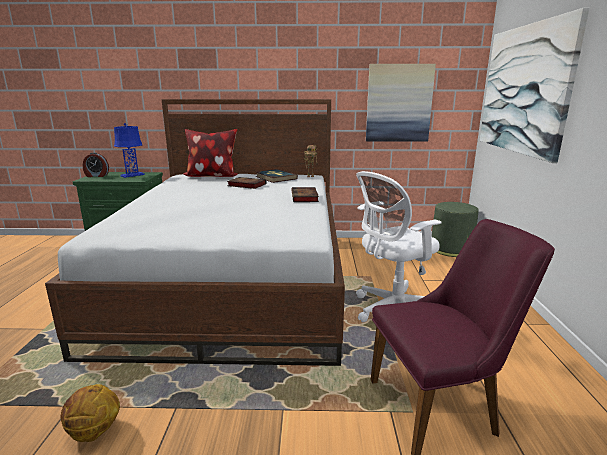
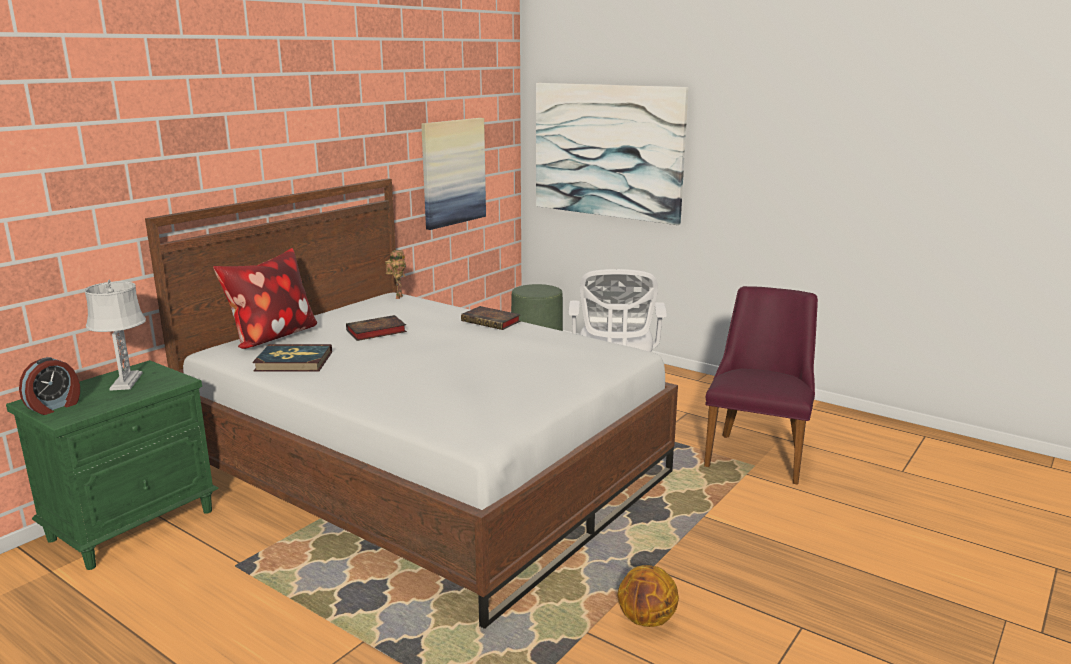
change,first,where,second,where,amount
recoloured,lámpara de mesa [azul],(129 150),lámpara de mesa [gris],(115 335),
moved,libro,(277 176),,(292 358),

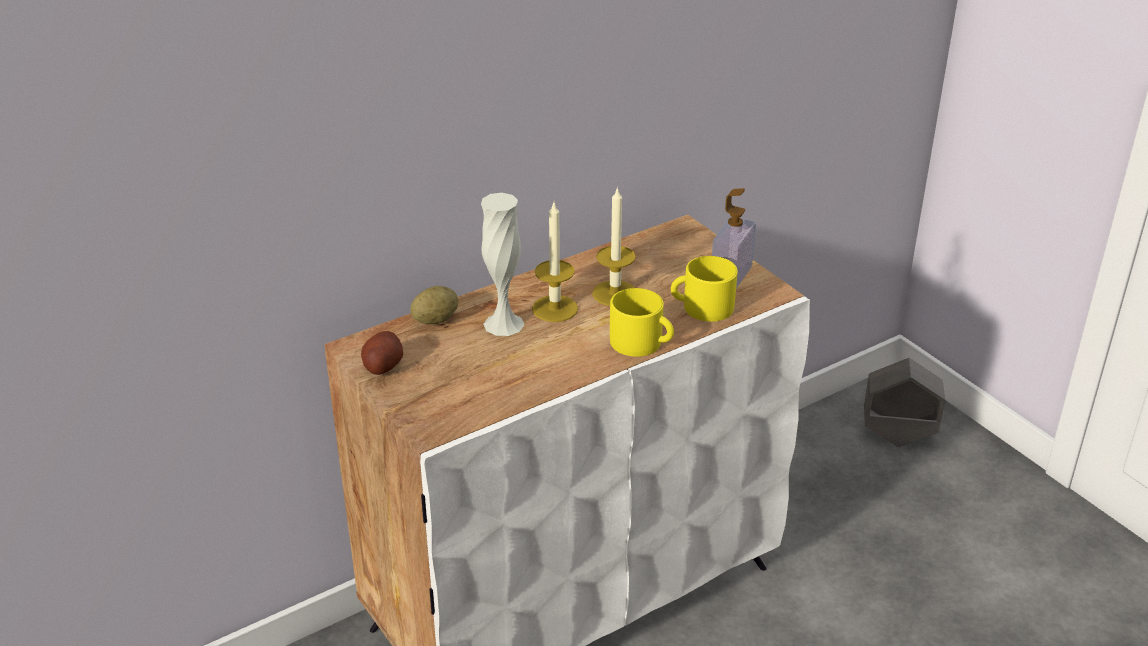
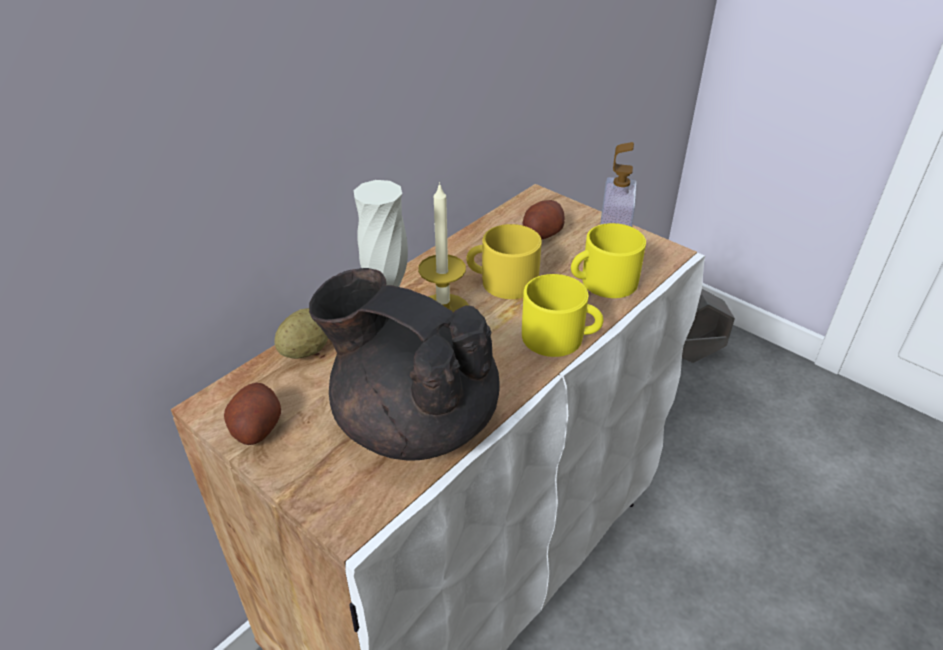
change,first,where,second,where,amount
replaced,vela,(614 246),taza grande [amarillo],(504 261),
added,,,tetera [negro],(404 364),
added,,,patata,(544 220),

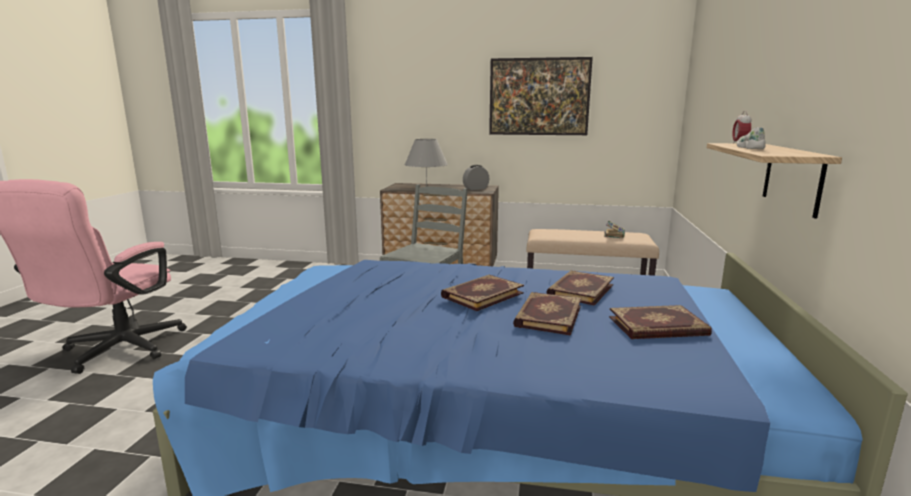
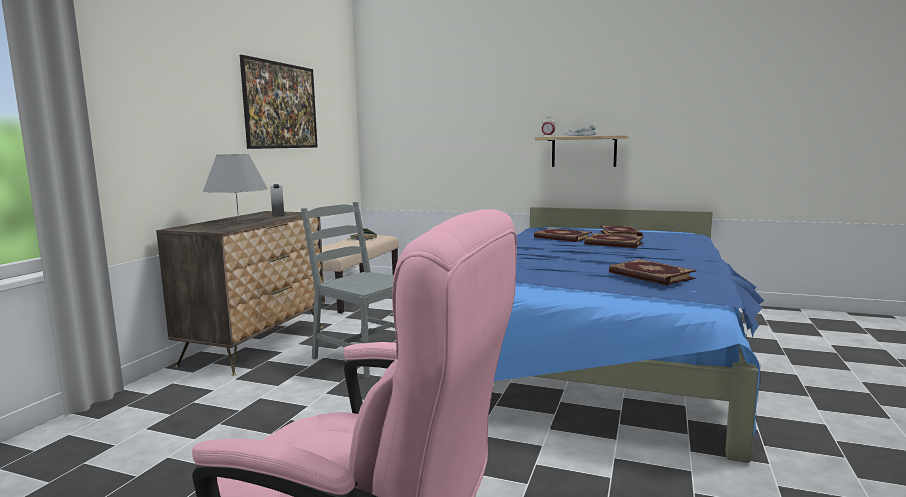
change,first,where,second,where,amount
moved,libro,(482 293),,(652 272),

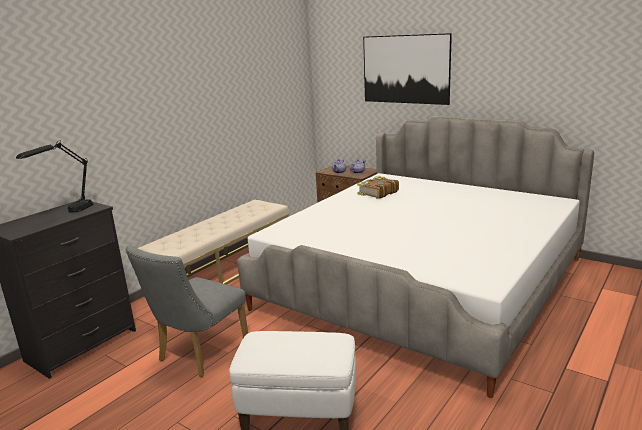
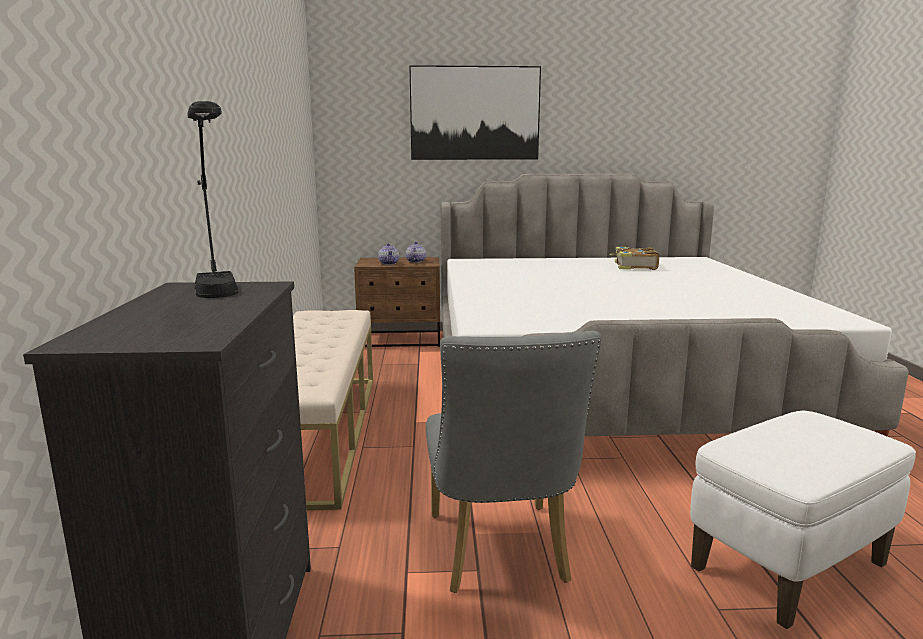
change,first,where,second,where,amount
moved,libro,(378 187),,(634 258),

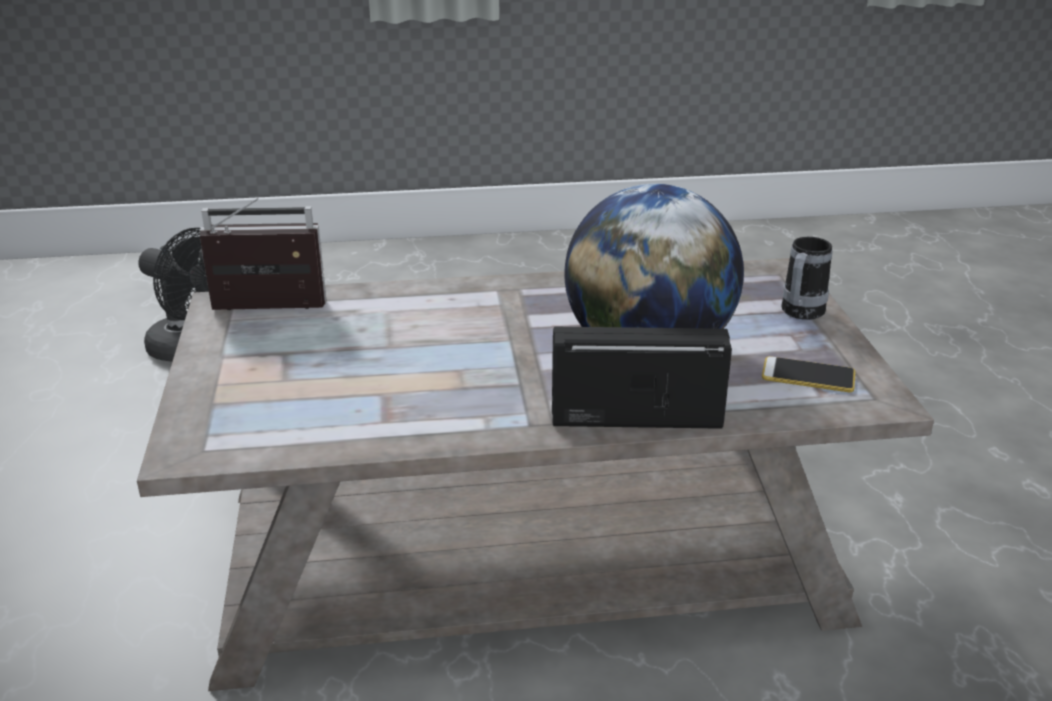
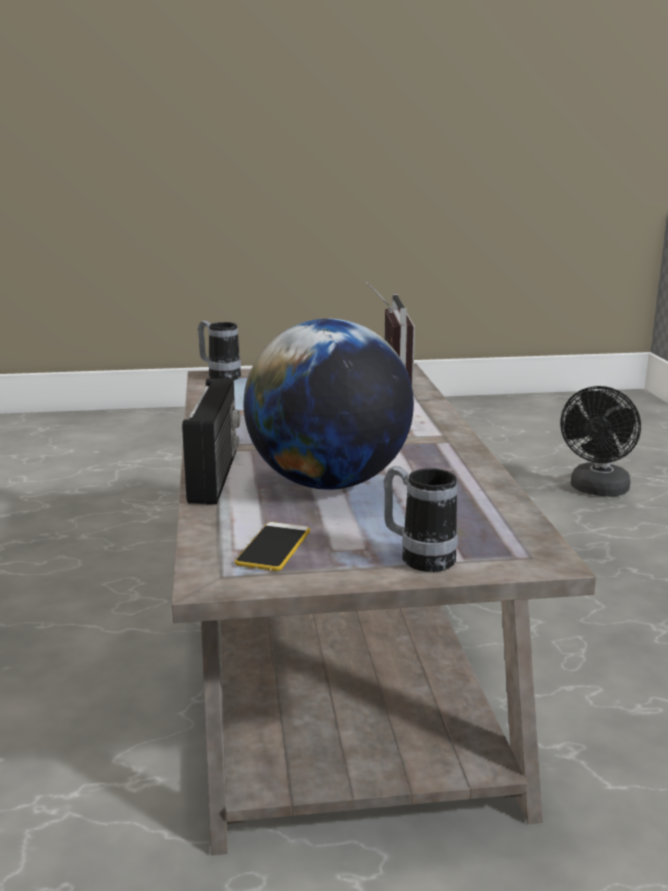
change,first,where,second,where,amount
added,,,taza grande,(219 350),

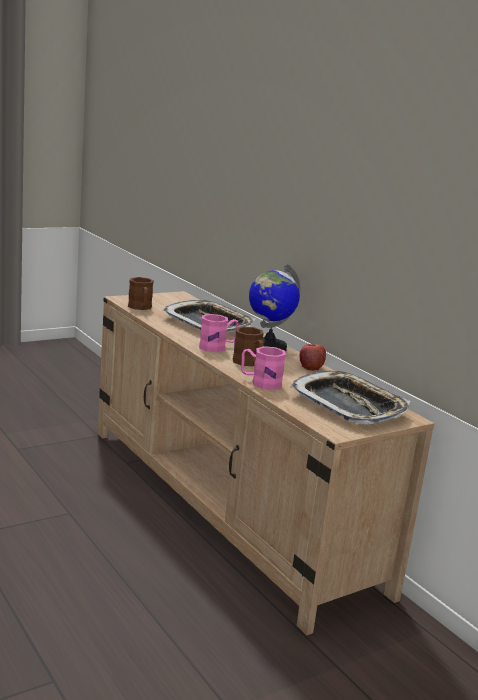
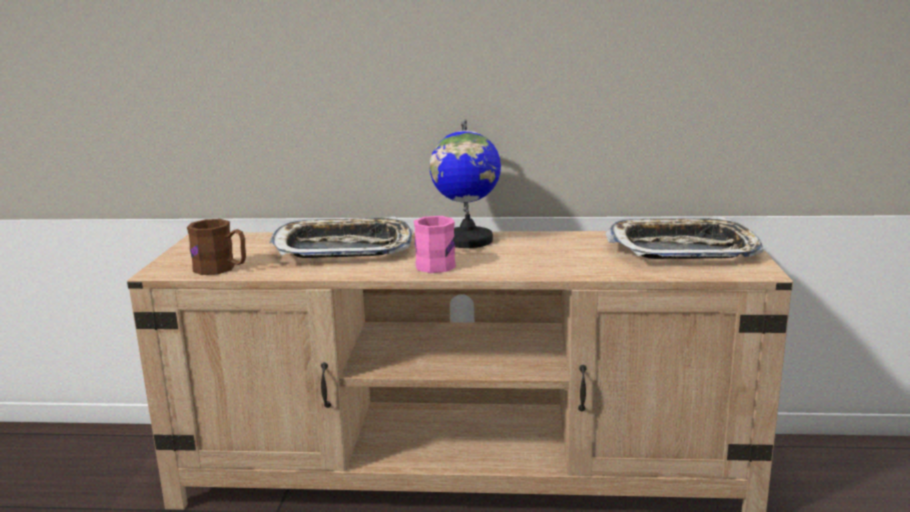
change,first,where,second,where,amount
removed,taza grande [marrón],(248 346),,,
removed,taza grande [rosa],(263 368),,,
removed,manzana,(312 357),,,

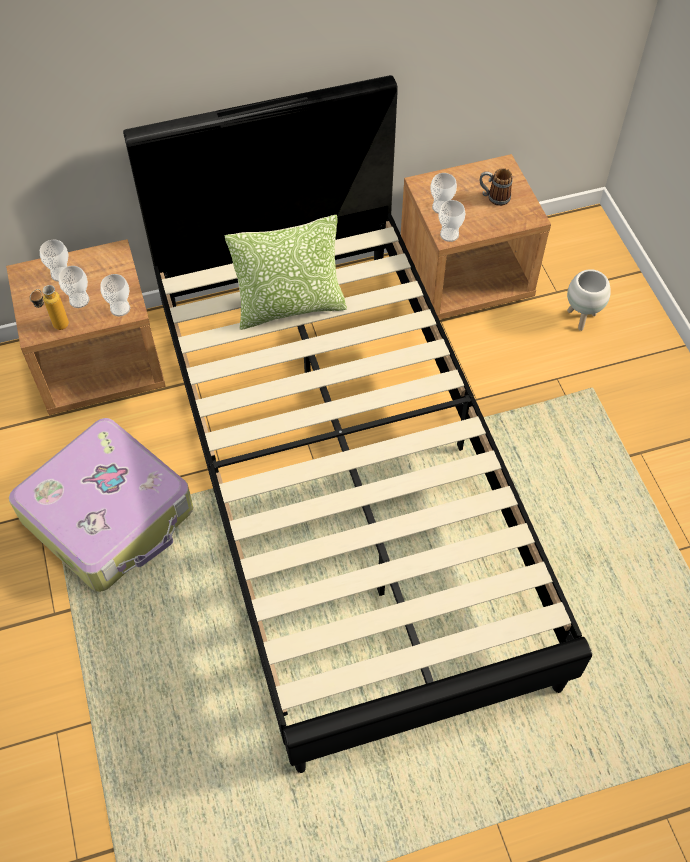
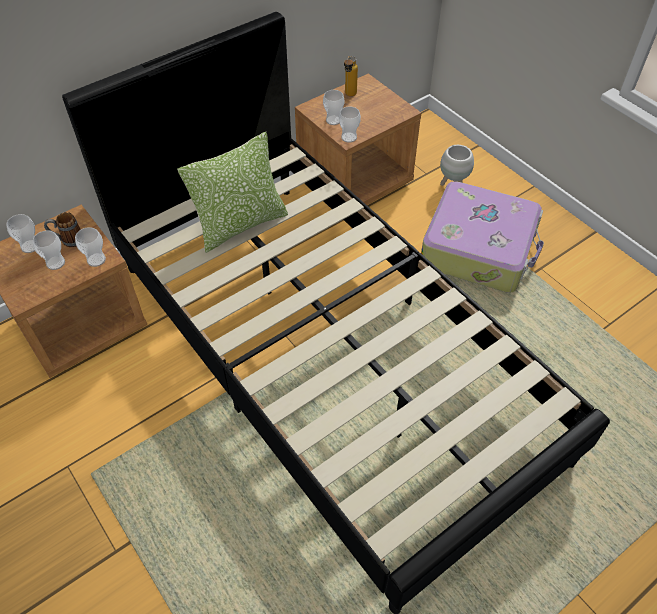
change,first,where,second,where,amount
moved,maleta,(101 505),,(482 237),
moved,botella,(49 307),,(351 76),
moved,taza grande,(496 187),,(62 229),

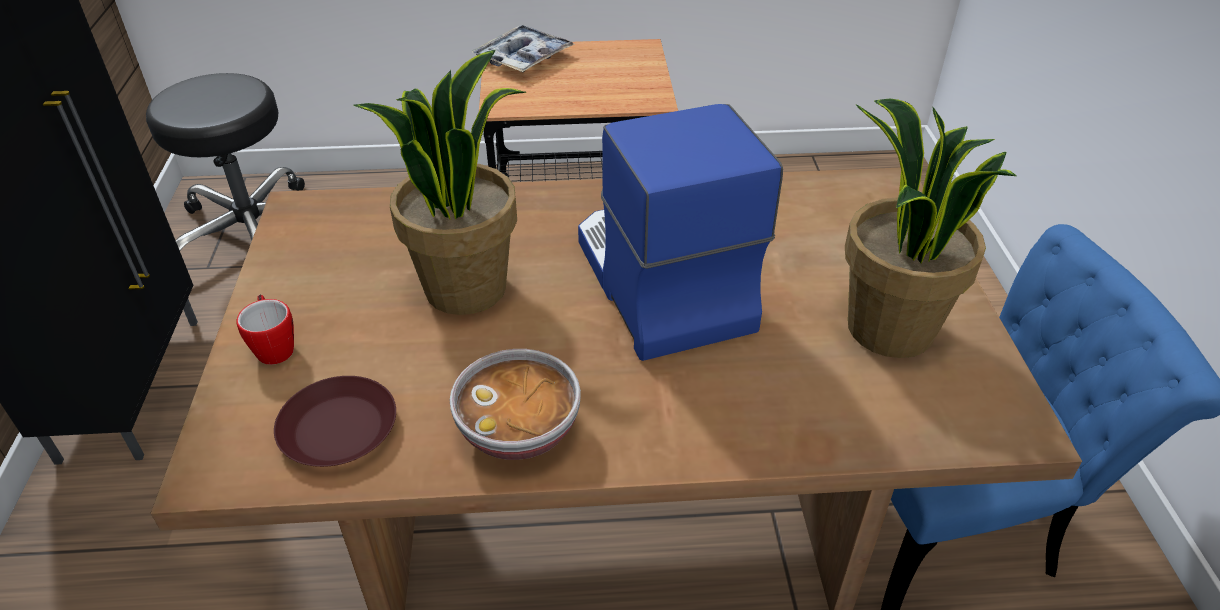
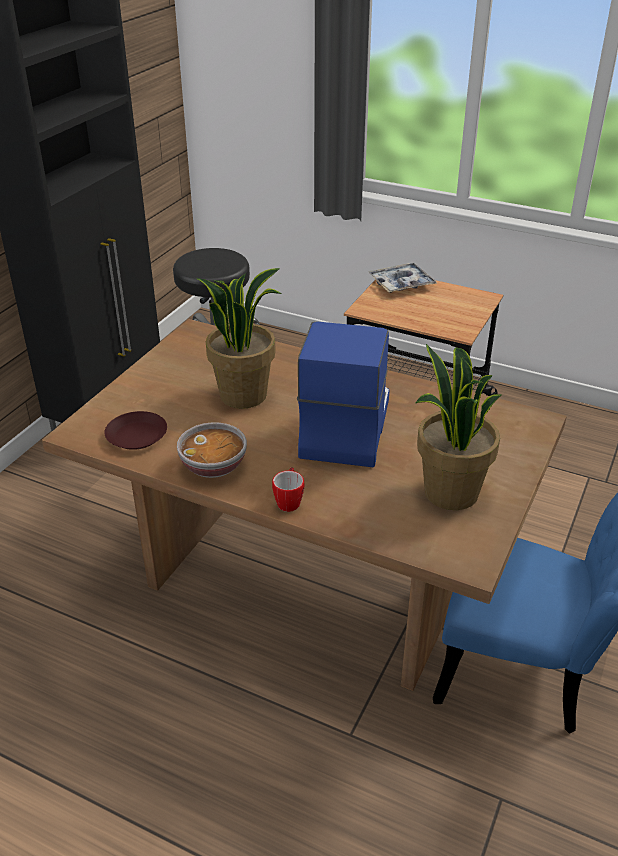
change,first,where,second,where,amount
moved,taza grande,(265 330),,(288 489),

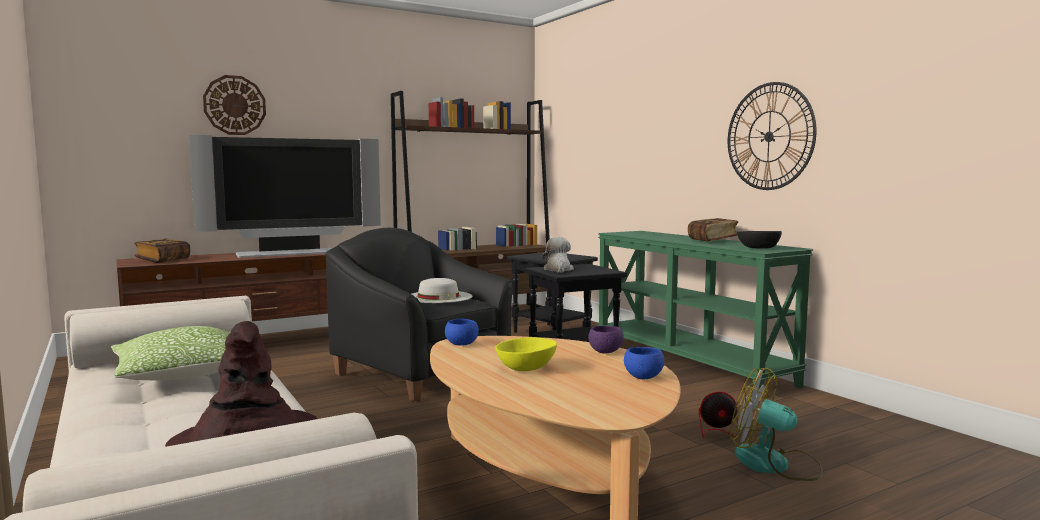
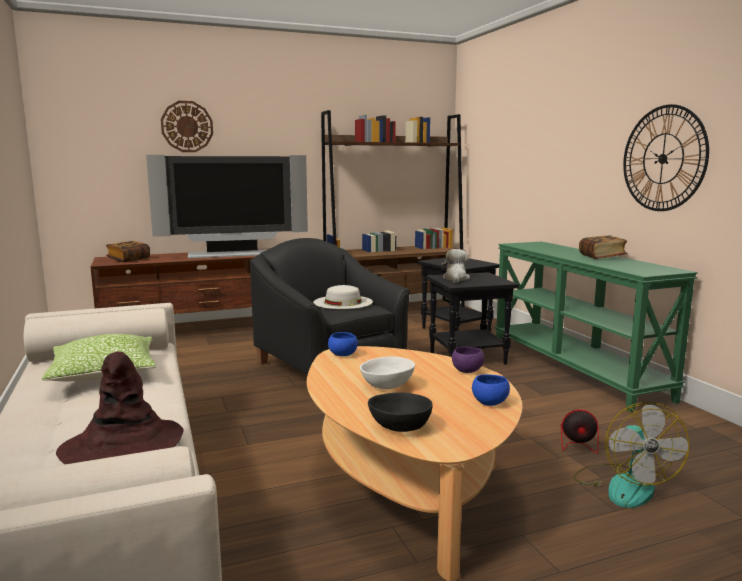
change,first,where,second,where,amount
recoloured,cuenco [amarillo],(526 354),cuenco [blanco],(387 372),
turned,ventilador,(776 424),,(631 455),135 degrees counterclockwise
moved,cuenco [negro],(759 240),,(400 412),

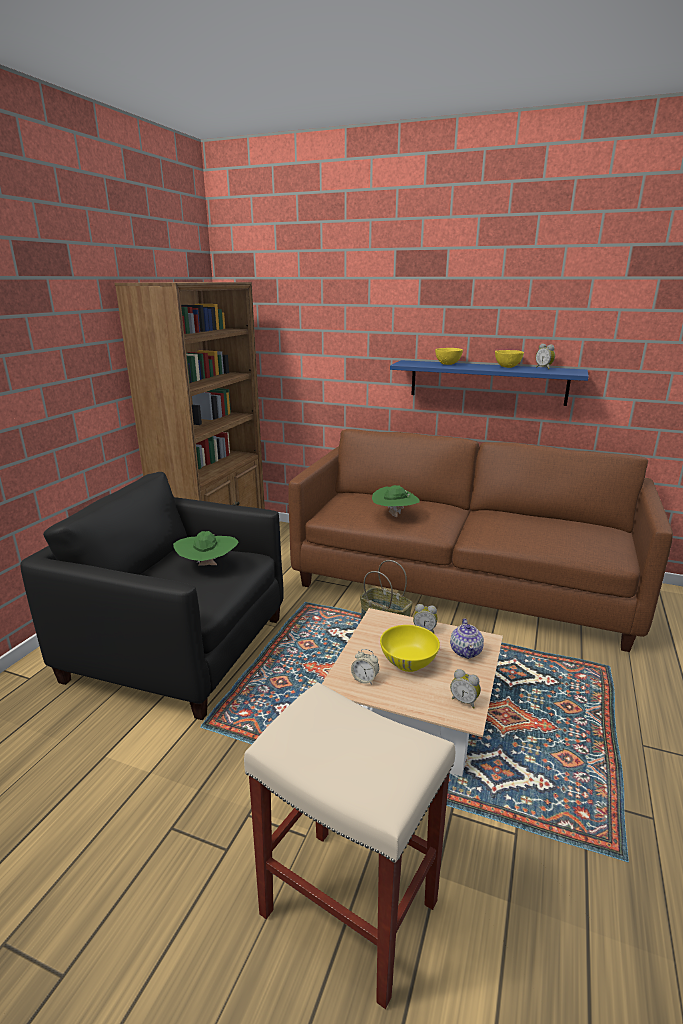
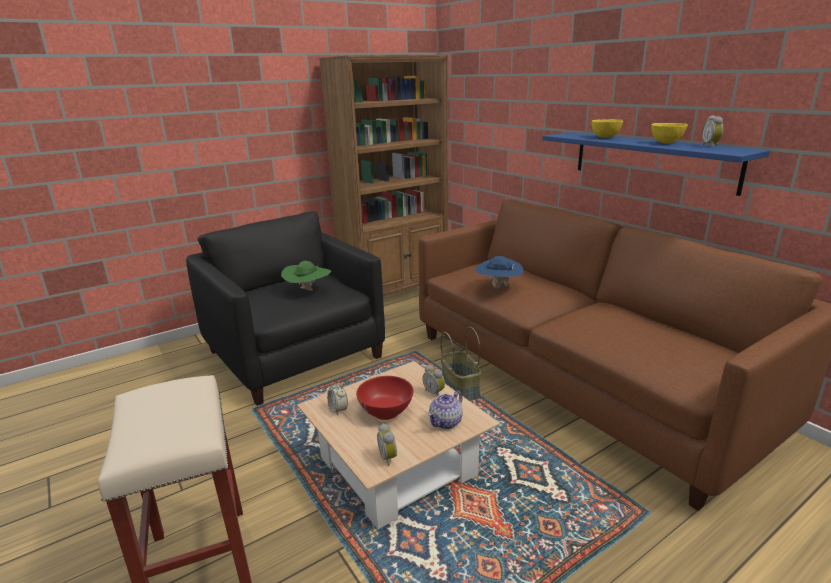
change,first,where,second,where,amount
recoloured,sombrero [verde],(395 501),sombrero [azul],(499 272),
recoloured,cuenco [amarillo],(410 648),cuenco [rojo],(385 398),

